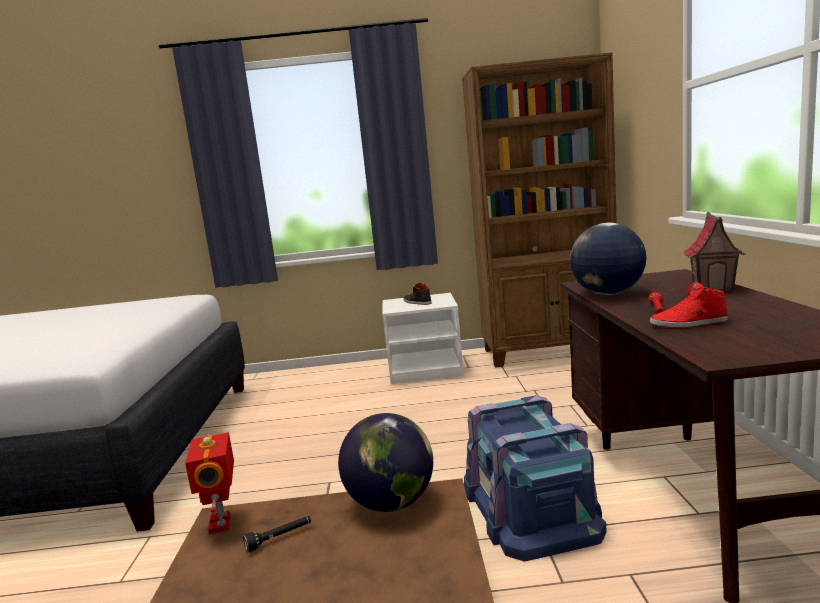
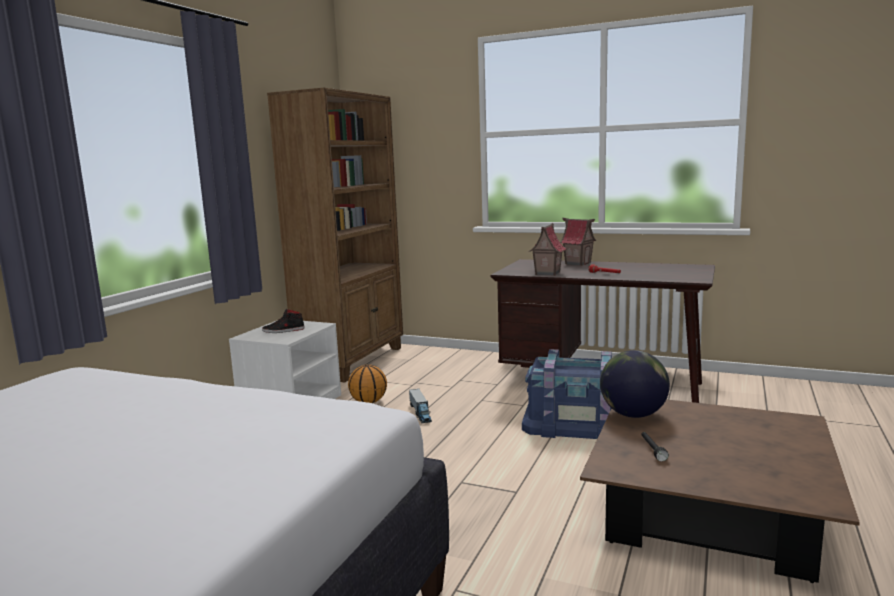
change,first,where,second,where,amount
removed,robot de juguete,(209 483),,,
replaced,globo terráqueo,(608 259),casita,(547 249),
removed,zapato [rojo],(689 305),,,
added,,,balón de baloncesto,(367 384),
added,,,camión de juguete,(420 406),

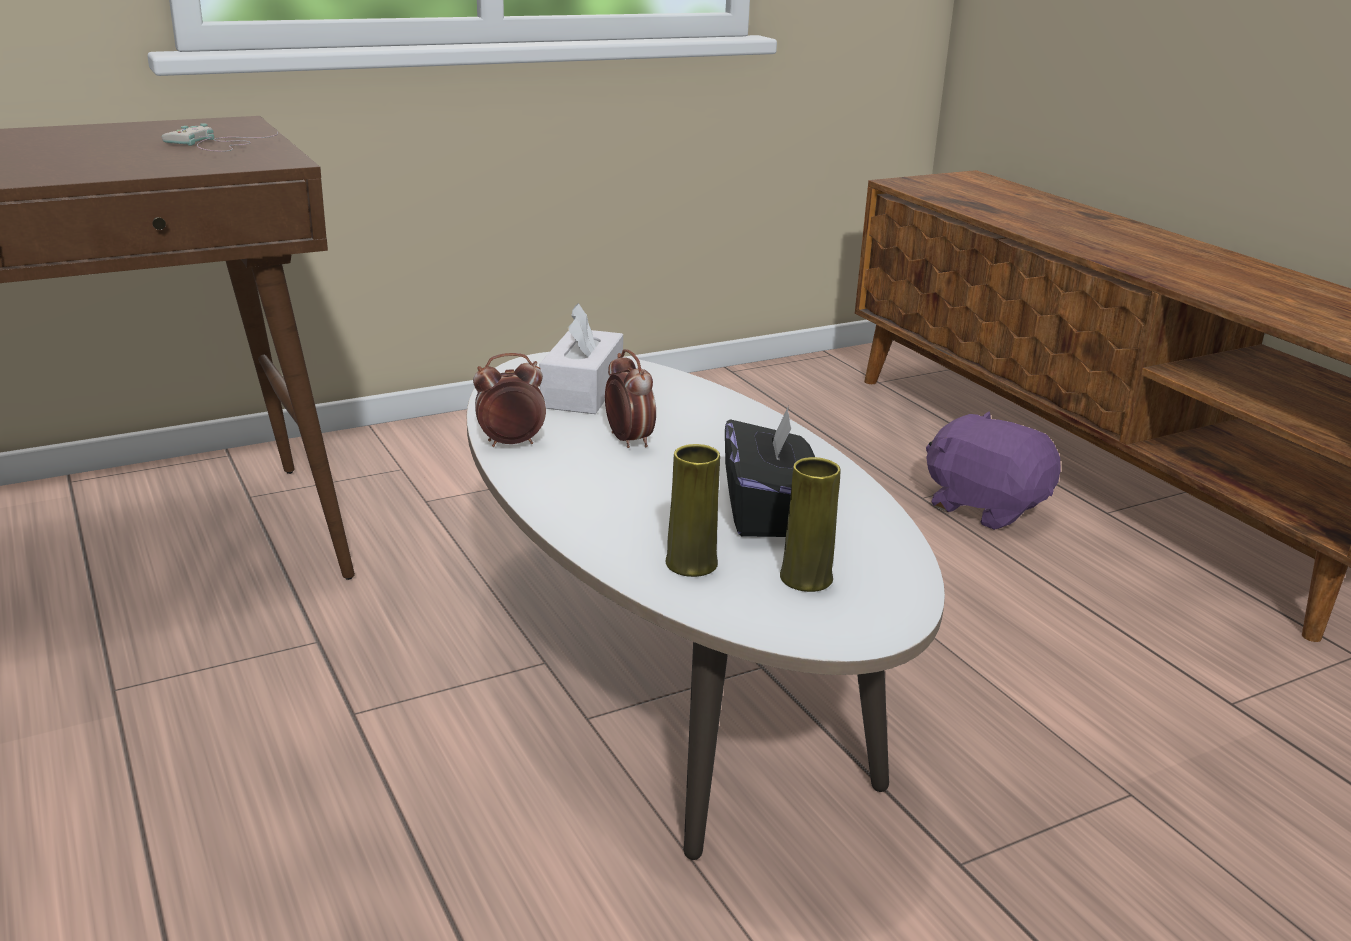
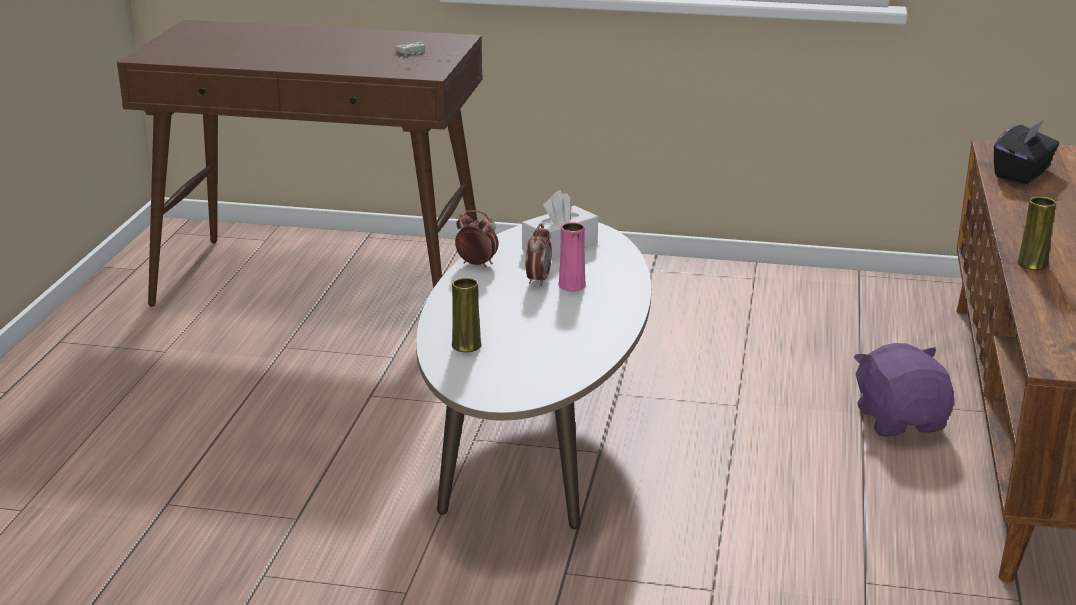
change,first,where,second,where,amount
moved,caja de pañuelos [negro],(770 471),,(1026 151),
moved,florero [amarillo],(810 524),,(1036 233),
added,,,florero [rosa],(572 256),

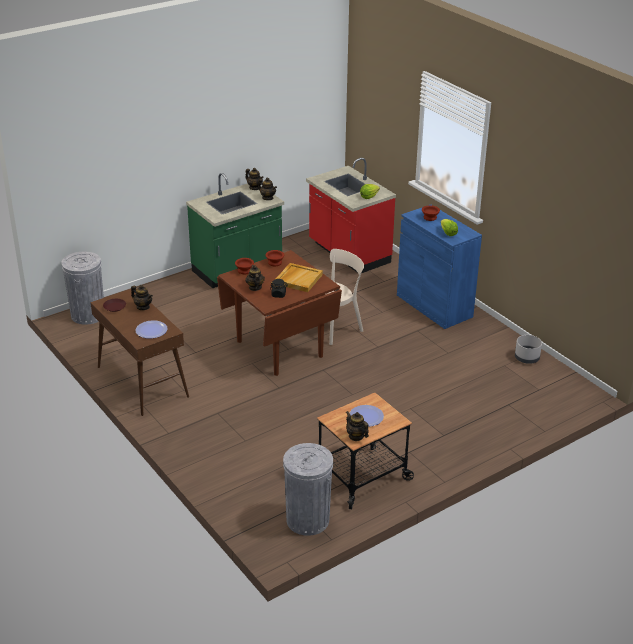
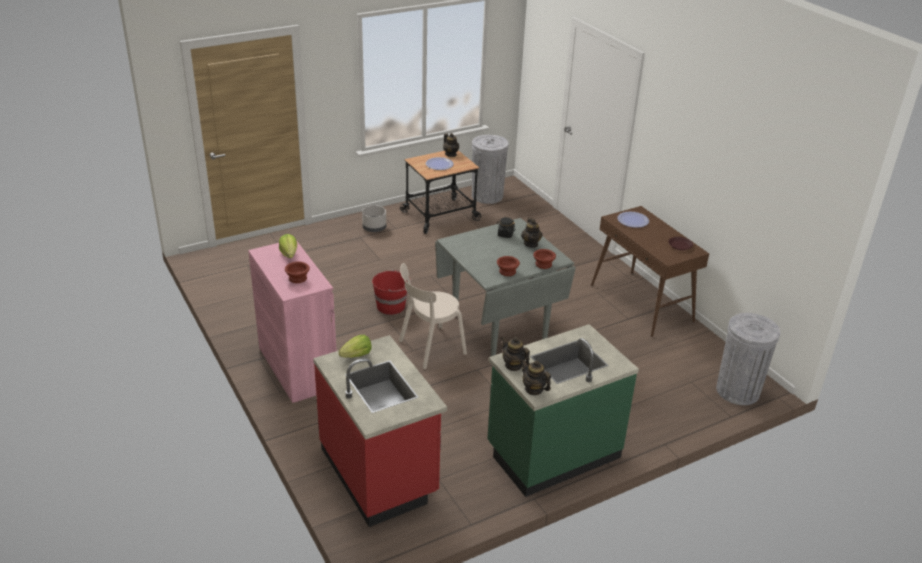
change,first,where,second,where,amount
removed,tetera,(142 297),,,
recoloured,mesa de comedor [marrón],(279 313),mesa de comedor [gris],(505 287),
removed,bandeja [beis],(299 277),,,
recoloured,armario [azul],(439 266),armario [rosa],(292 321),
moved,maceta [gris],(528 349),,(374 218),
added,,,cubo [rojo],(391 292),

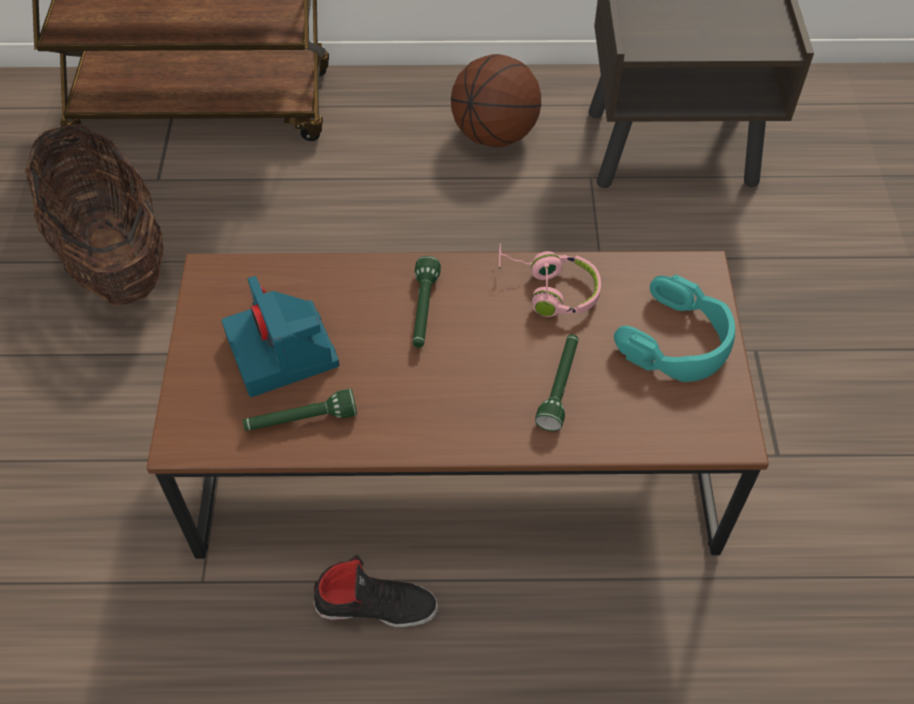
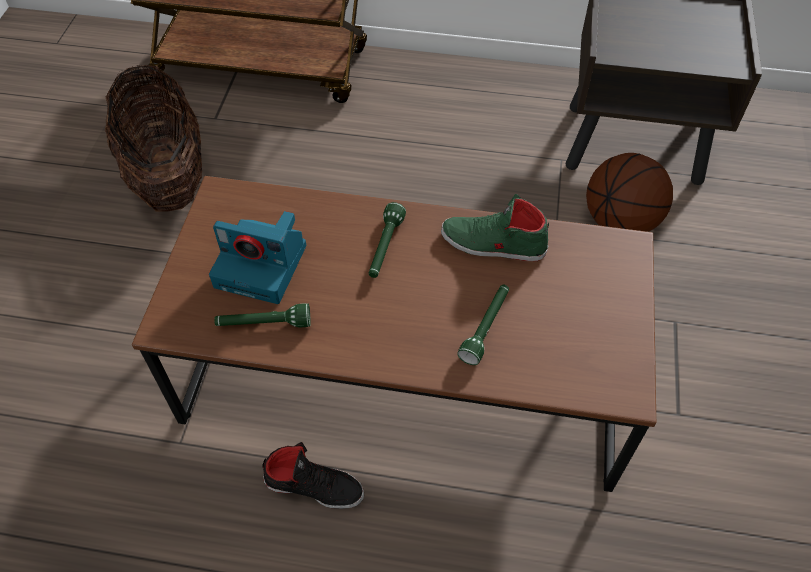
change,first,where,second,where,amount
turned,cámara,(280 336),,(257 257),60 degrees counterclockwise
moved,balón de baloncesto,(496 100),,(629 192),
replaced,auriculares [rosa],(549 280),zapato [verde],(495 227),
removed,auriculares [turquesa],(674 328),,,

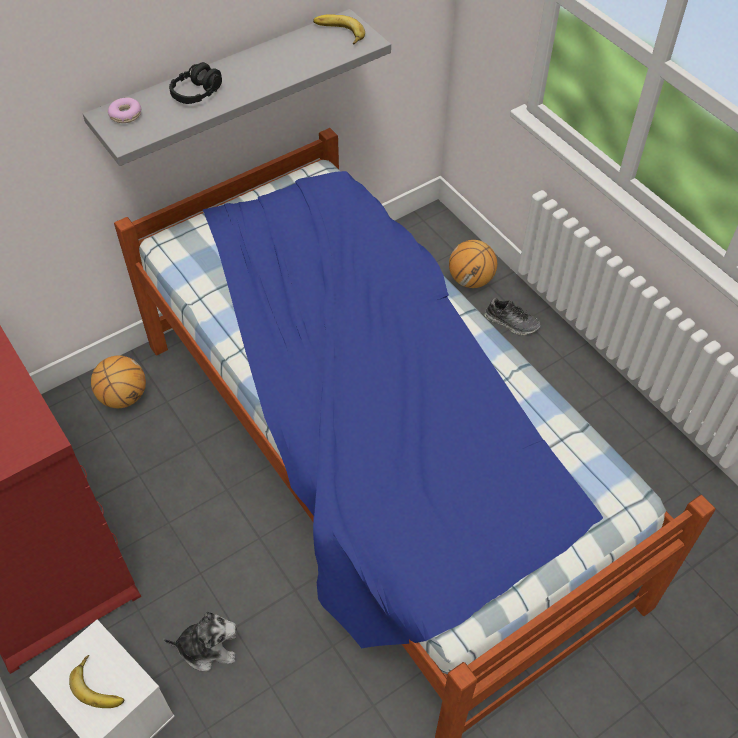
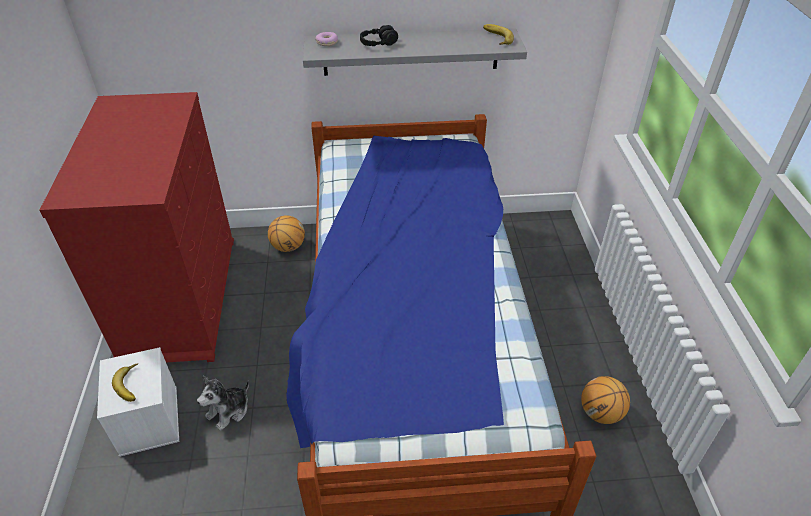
change,first,where,second,where,amount
turned,peluche,(199 641),,(223 403),105 degrees clockwise
moved,balón de baloncesto,(473 264),,(605 400),
removed,zapato,(512 316),,,

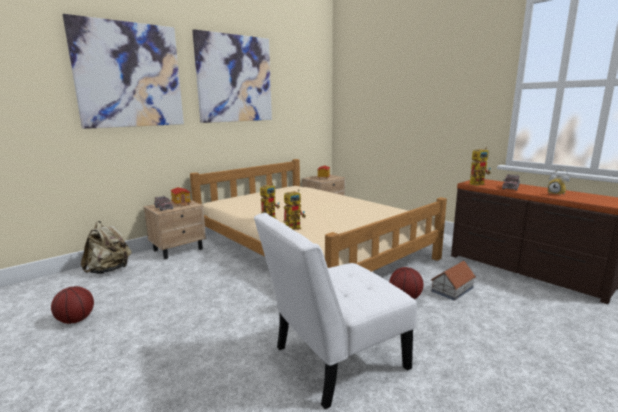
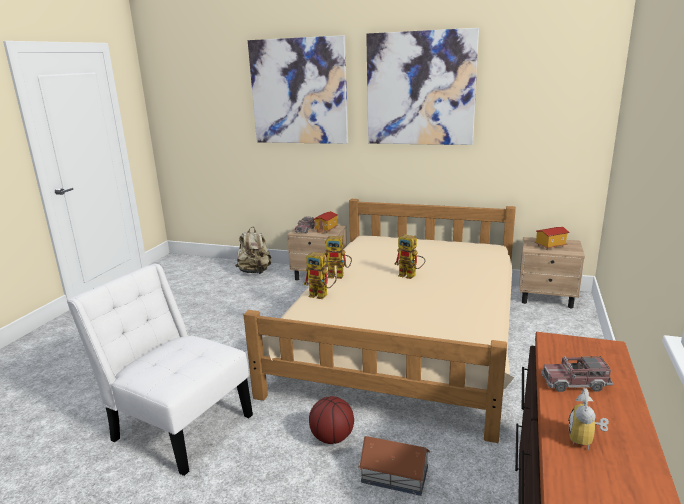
change,first,where,second,where,amount
removed,balón de baloncesto,(72 305),,,
moved,robot de juguete,(480 167),,(409 256),

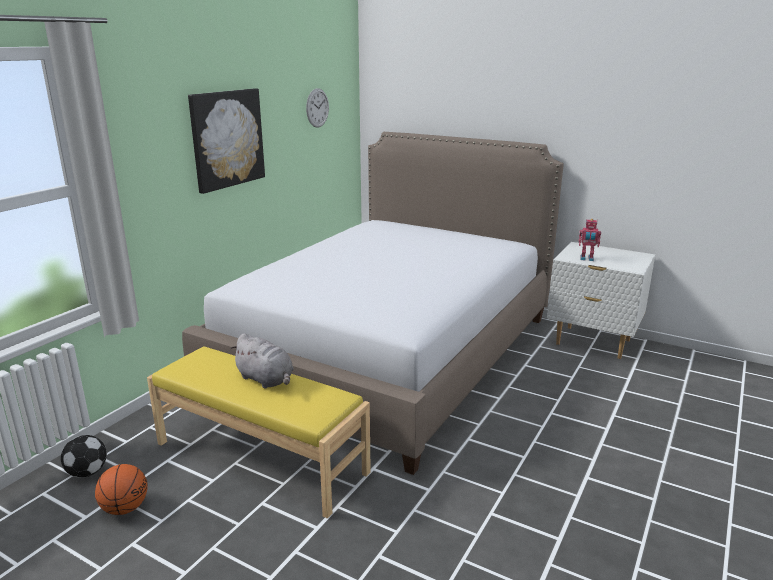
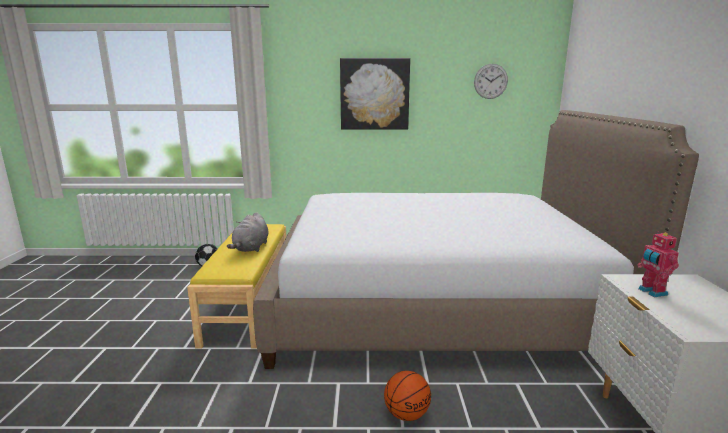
change,first,where,second,where,amount
moved,balón de baloncesto,(121 489),,(407 396),

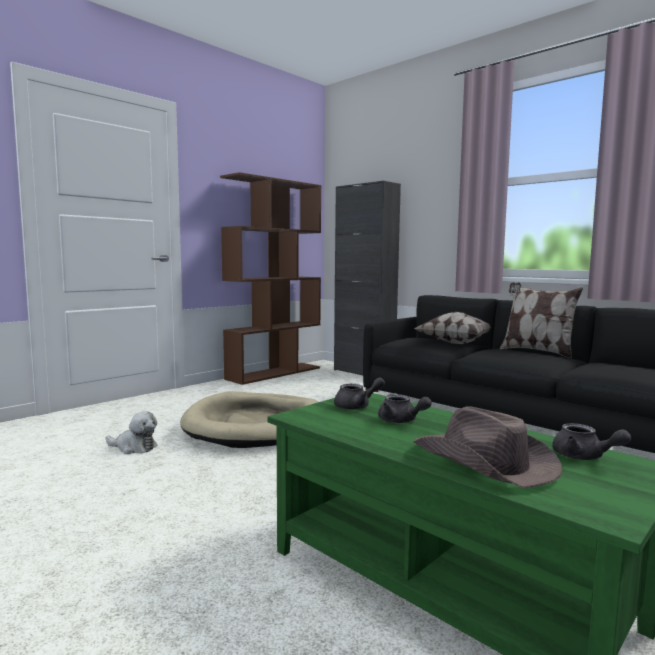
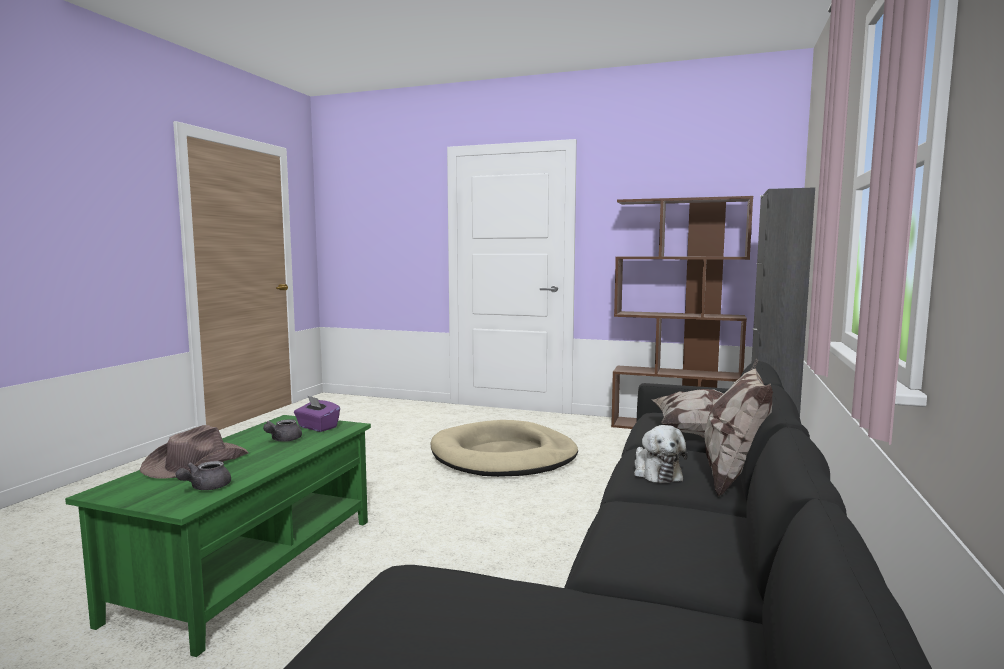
change,first,where,second,where,amount
moved,peluche,(131 432),,(661 454),
replaced,tetera [gris],(359 393),caja de pañuelos [morado],(317 413),

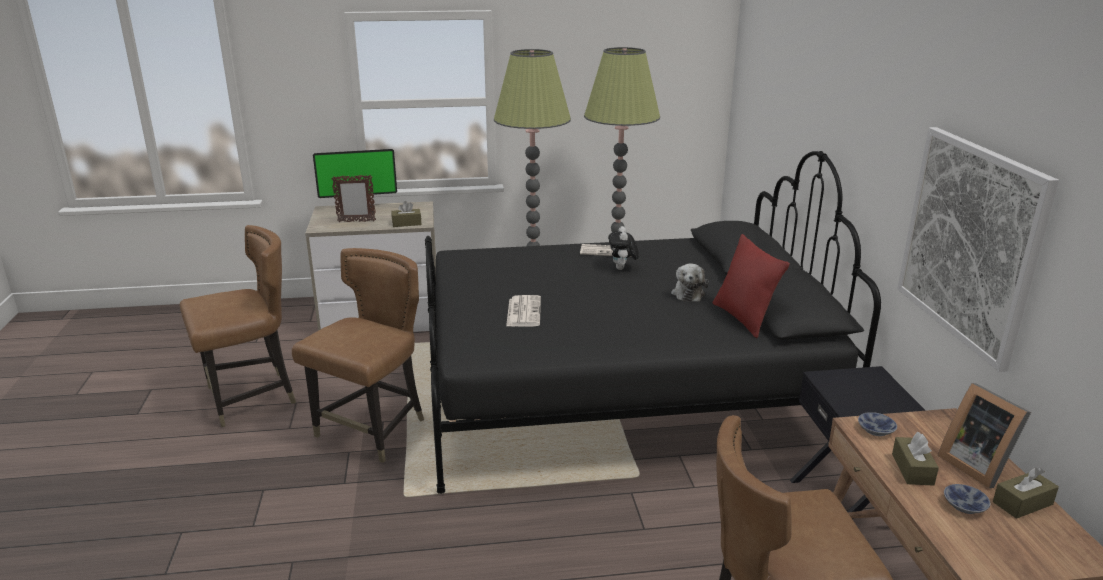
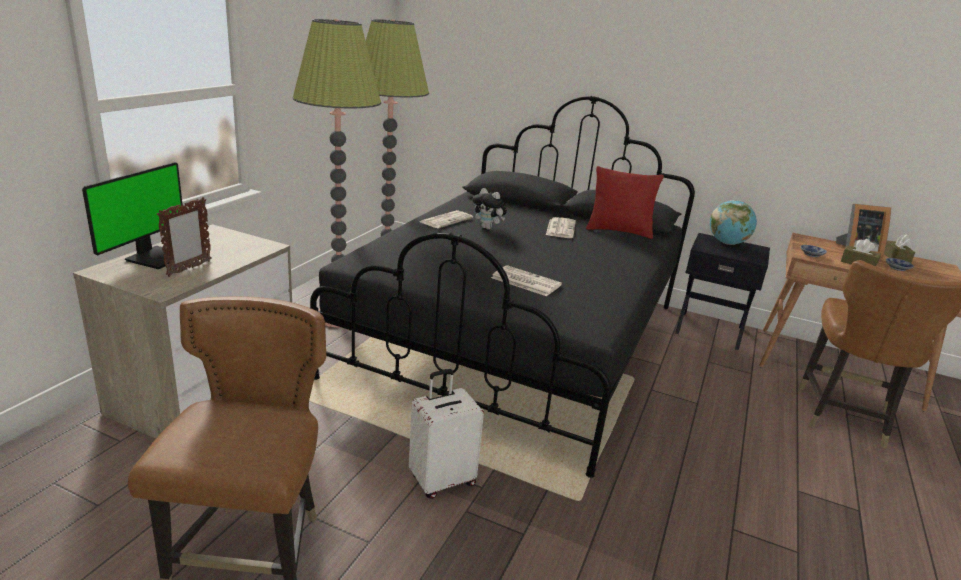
change,first,where,second,where,amount
replaced,silla [marrón],(358 355),maleta [blanco],(446 434),
removed,caja de pañuelos [marrón],(406 214),,,
replaced,peluche,(690 282),periódico,(561 227),
removed,cuadro,(978 249),,,
added,,,globo terráqueo,(733 222),

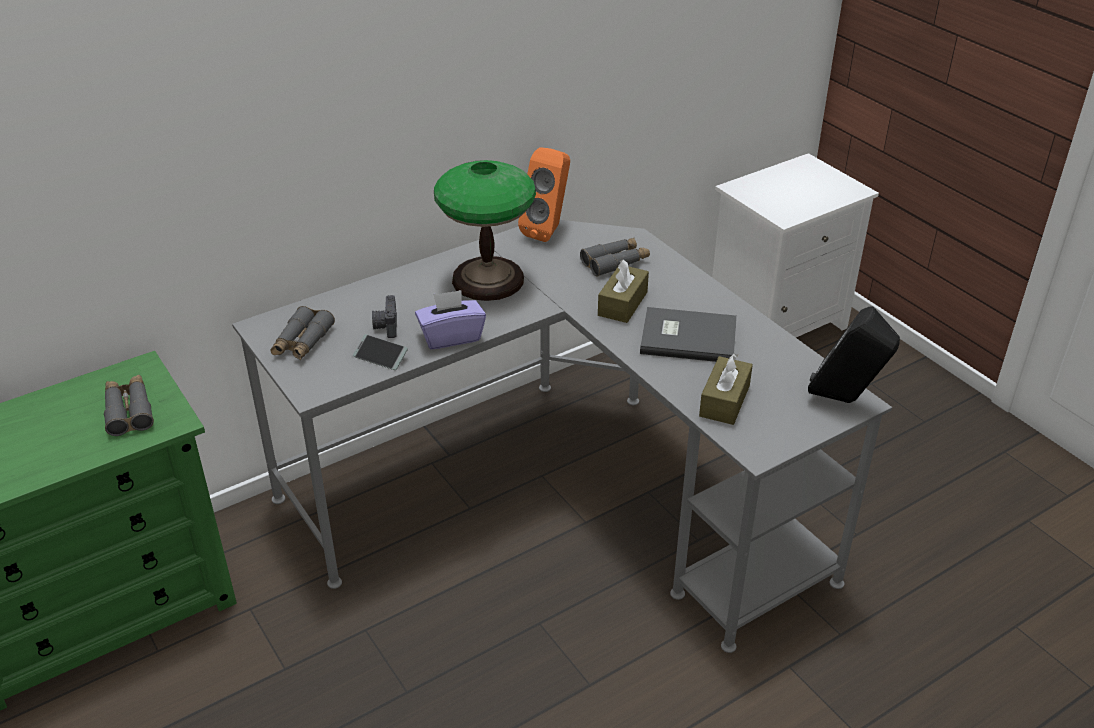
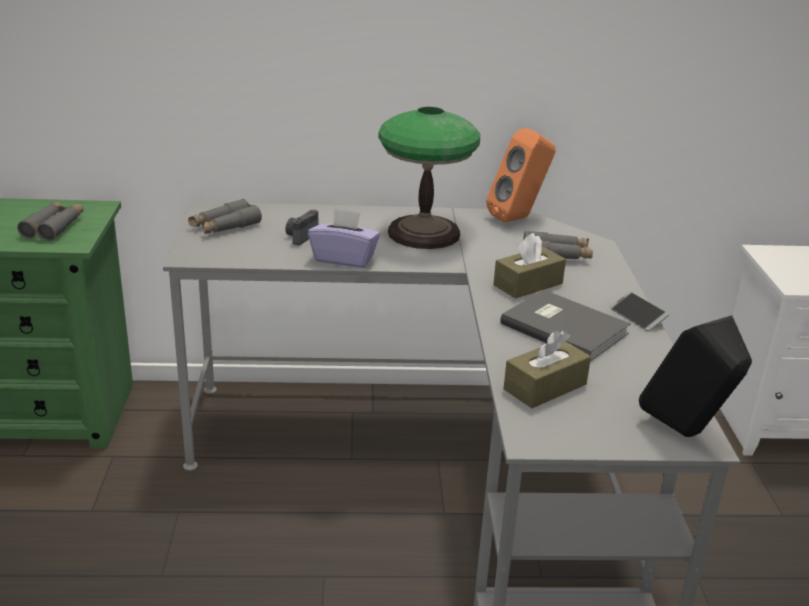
change,first,where,second,where,amount
moved,móvil,(380 352),,(639 311),

